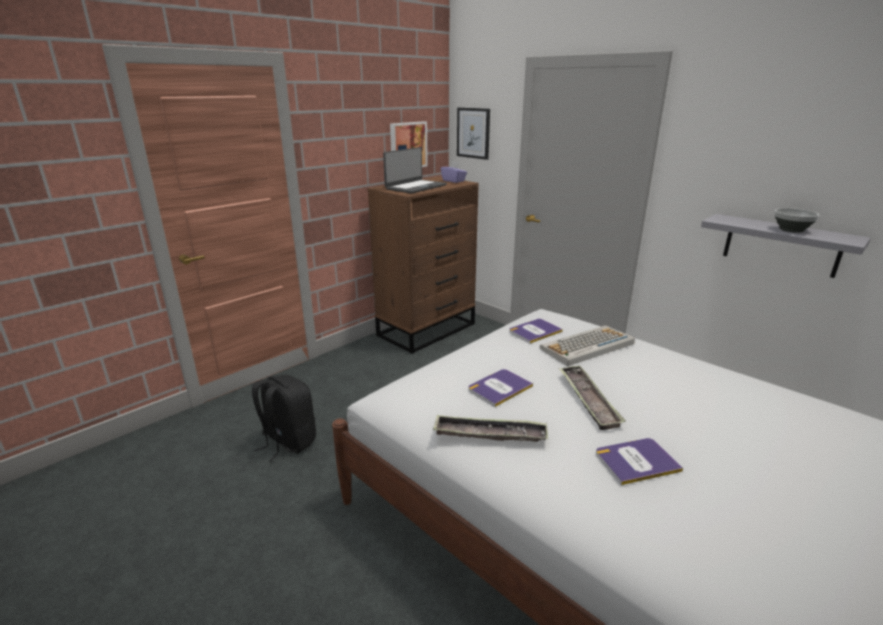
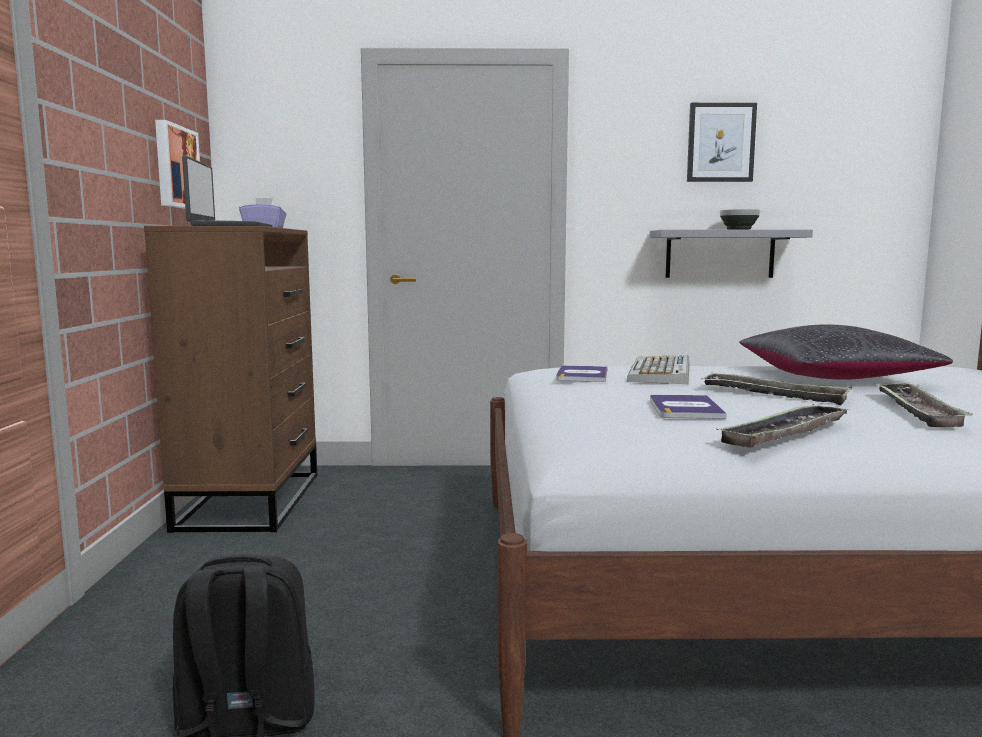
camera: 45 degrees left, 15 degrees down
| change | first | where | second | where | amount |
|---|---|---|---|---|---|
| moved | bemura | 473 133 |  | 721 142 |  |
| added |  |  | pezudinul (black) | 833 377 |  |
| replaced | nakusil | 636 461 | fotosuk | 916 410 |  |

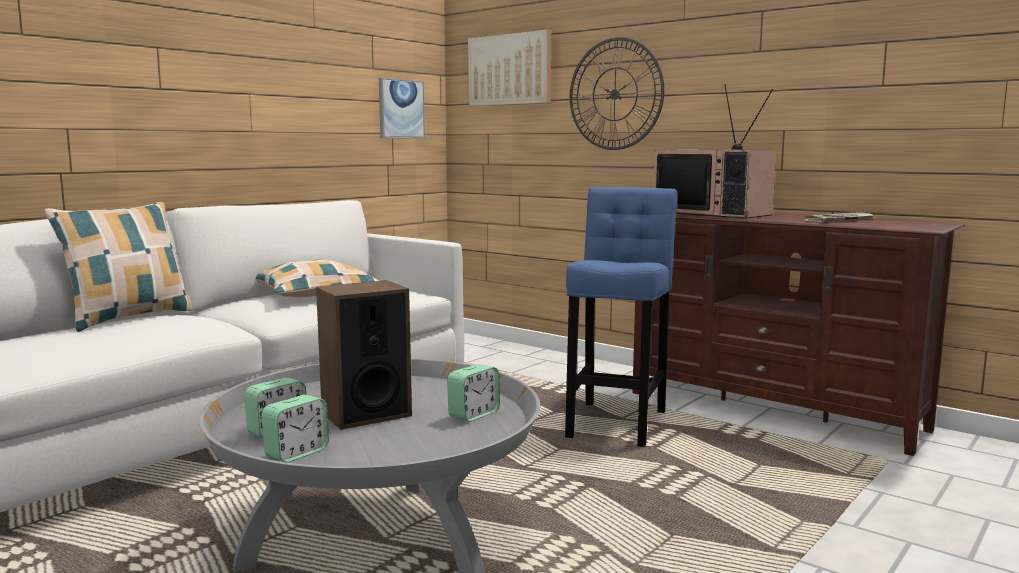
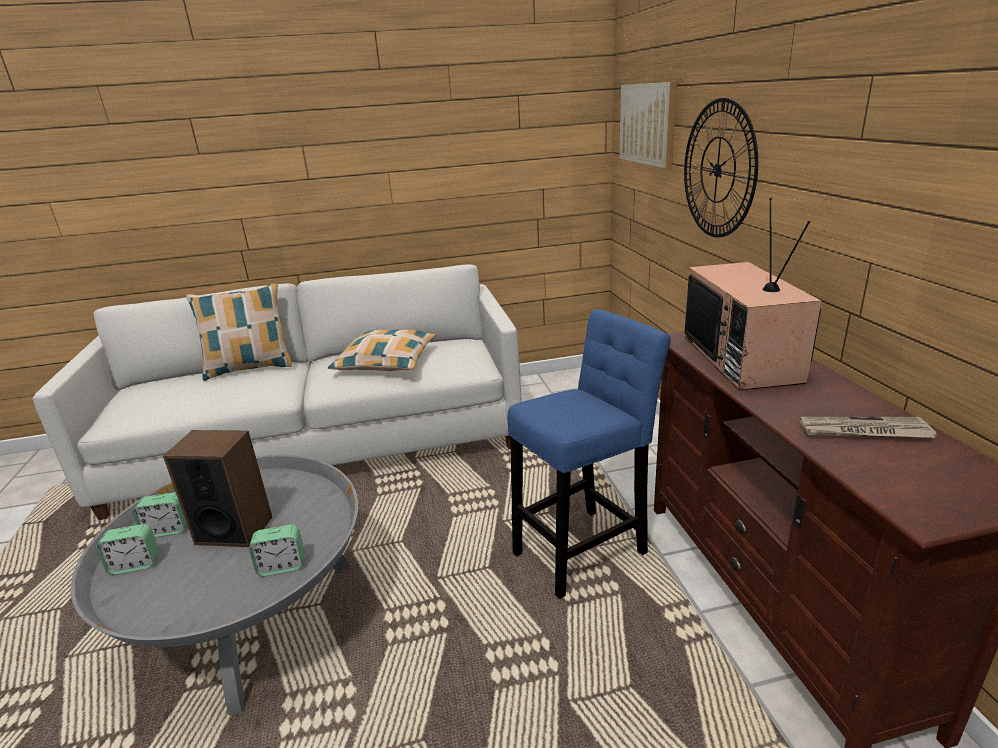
camera: 40 degrees right, 15 degrees up
| change | first | where | second | where | amount |
|---|---|---|---|---|---|
| removed | bemura | 401 109 |  |  |  |

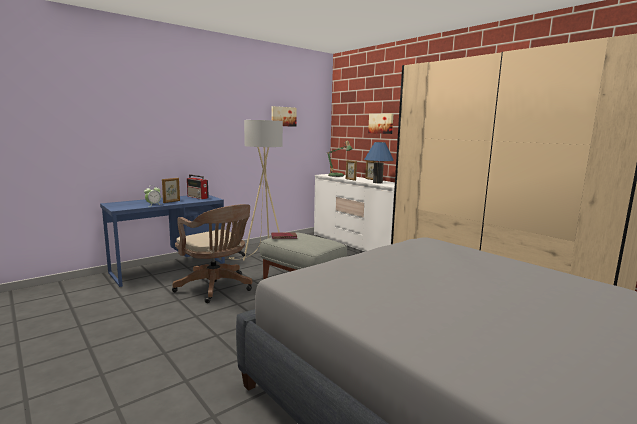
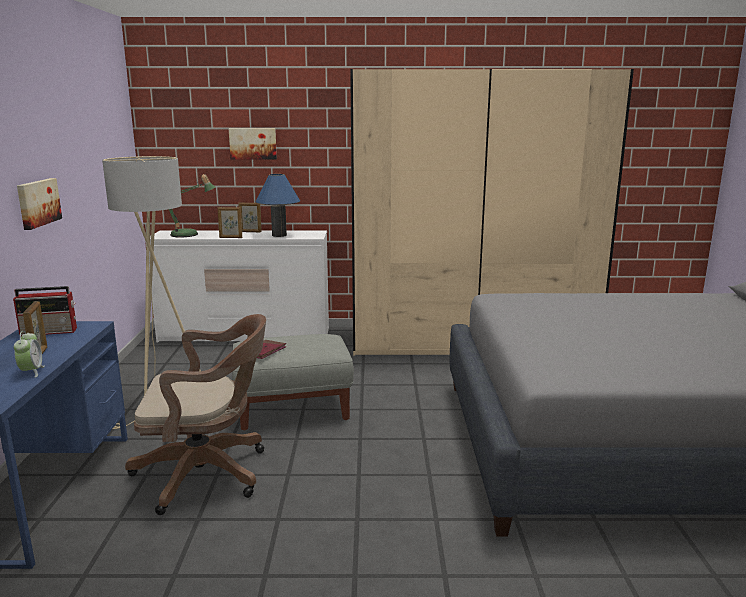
camera: 50 degrees left, 5 degrees up
| change | first | where | second | where | amount |
|---|---|---|---|---|---|
| moved | bemura | 283 116 |  | 37 203 |  |

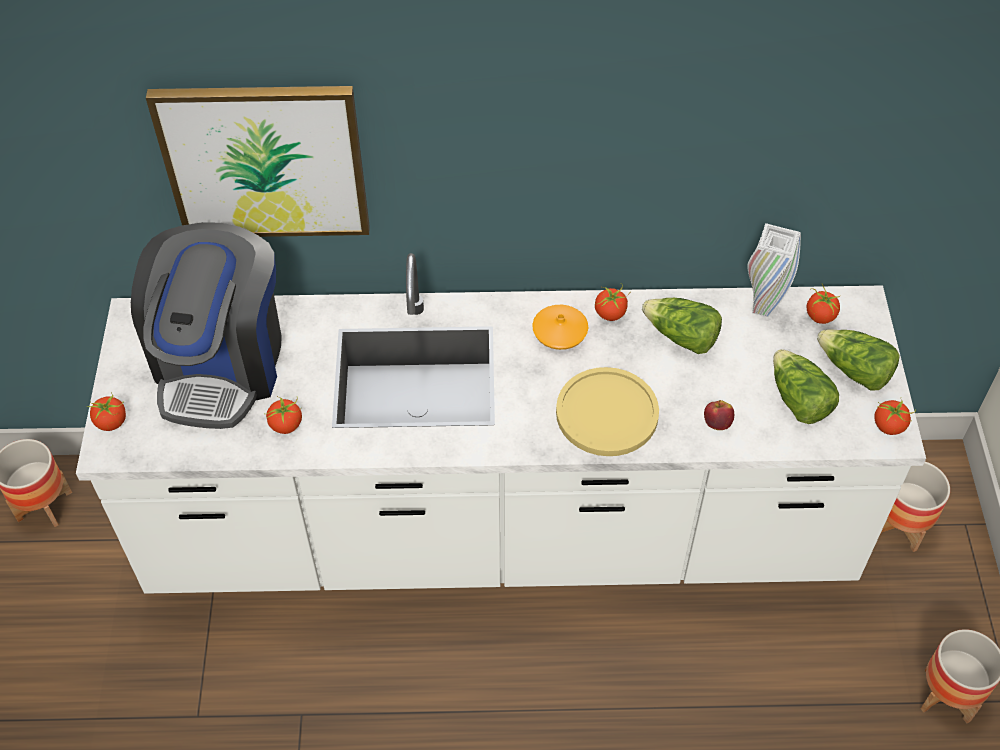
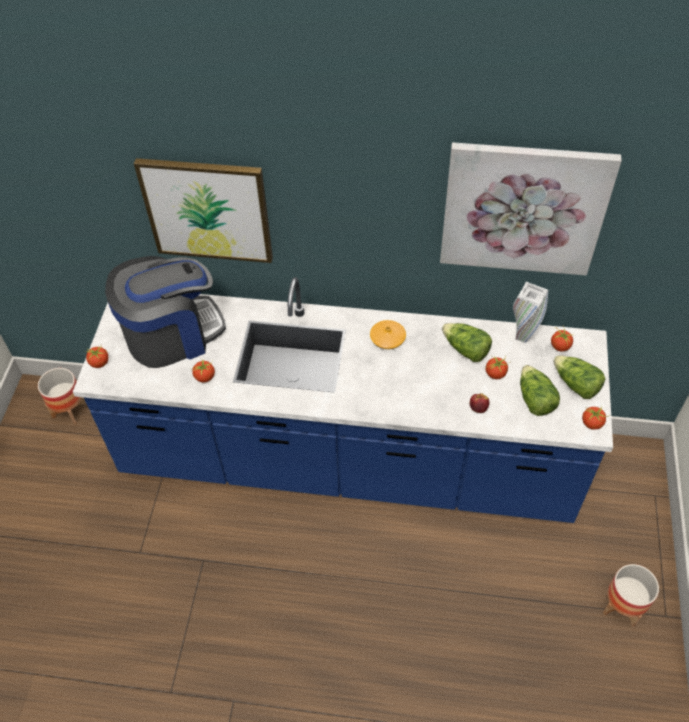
camera: 10 degrees right, 0 degrees up
| change | first | where | second | where | amount |
|---|---|---|---|---|---|
| recoloured | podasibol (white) | 500 532 | podasibol (blue) | 347 462 |  |
| turned | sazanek | 221 364 |  | 172 334 | 135 degrees counterclockwise |
| added |  |  | bemura | 523 208 |  |
| moved | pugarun | 610 313 |  | 495 374 |  |
| removed | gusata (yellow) | 607 413 |  |  |  |
| removed | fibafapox | 900 527 |  |  |  |

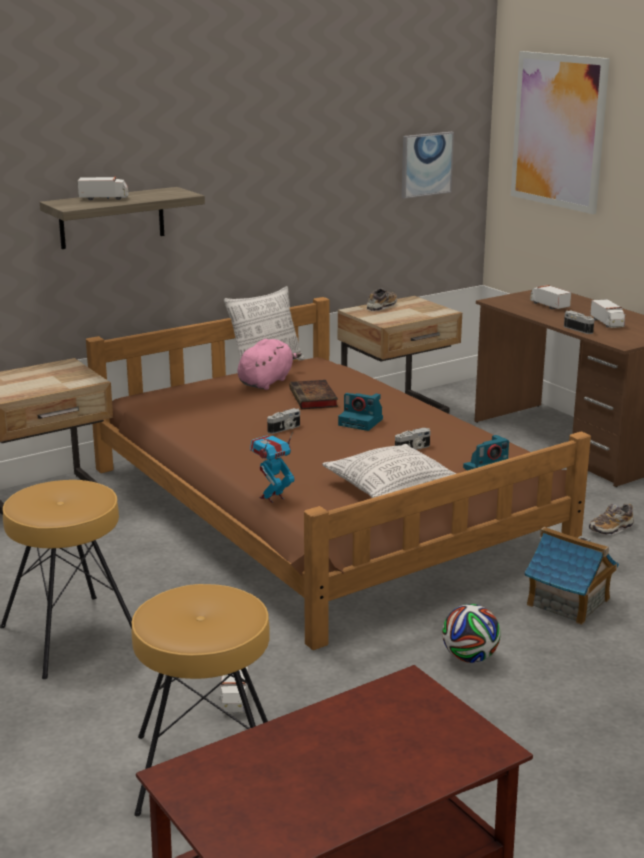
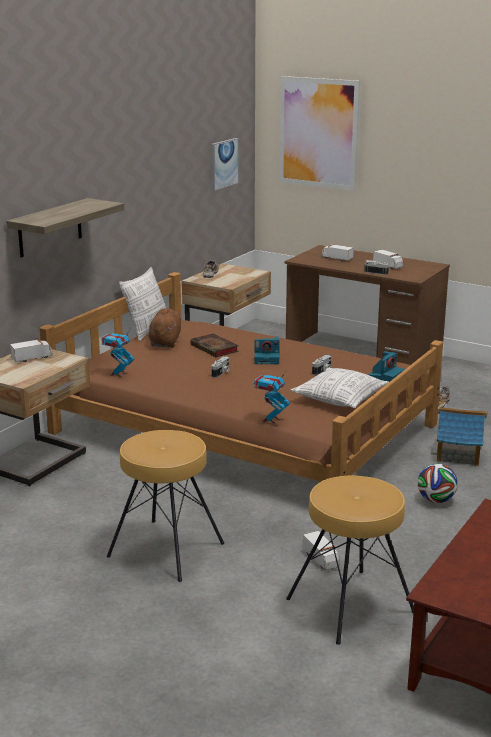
camera: 25 degrees left, 0 degrees up
| change | first | where | second | where | amount |
|---|---|---|---|---|---|
| moved | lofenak | 104 199 |  | 32 358 |  |
| added |  |  | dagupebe | 118 374 |  |
| recoloured | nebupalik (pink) | 266 382 | nebupalik (brown) | 165 342 |  |

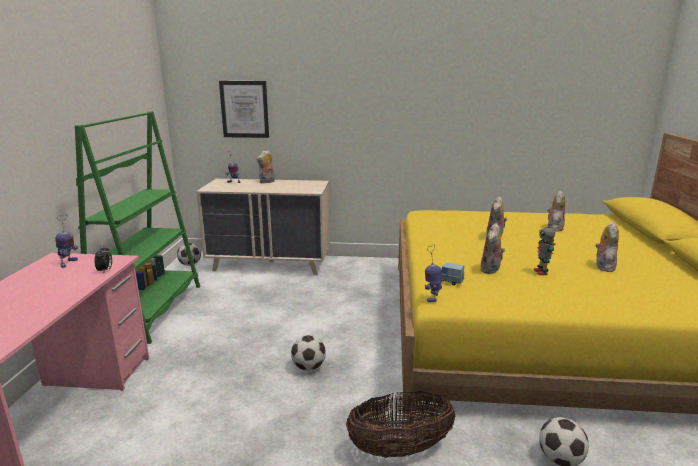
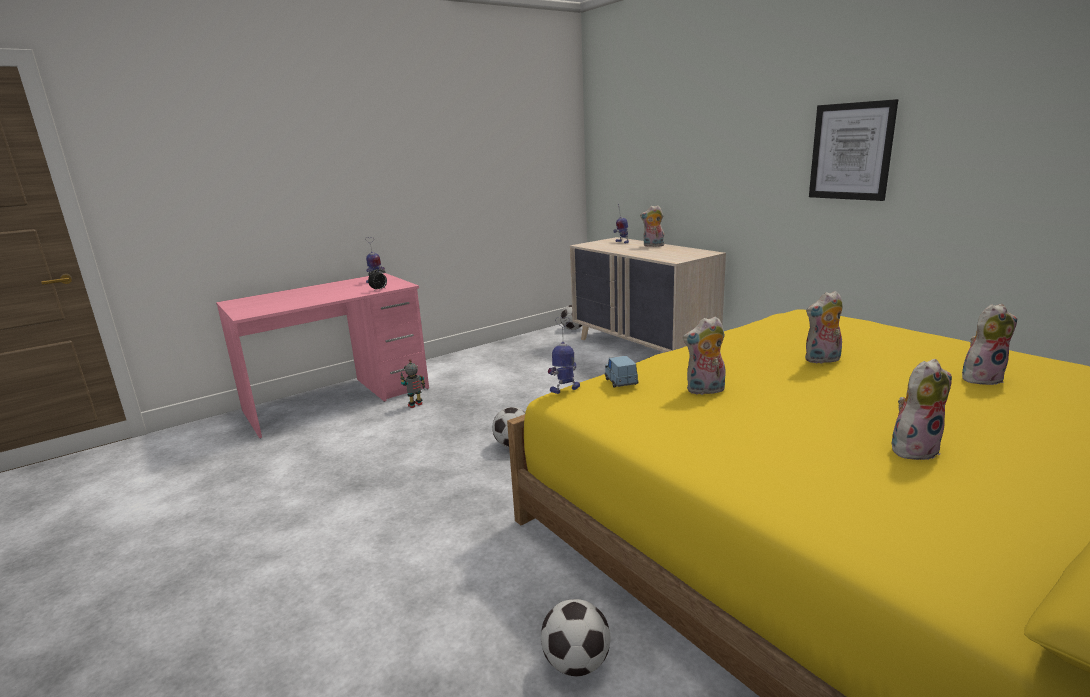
camera: 50 degrees right, 0 degrees up
| change | first | where | second | where | amount |
|---|---|---|---|---|---|
| moved | dagupebe | 541 272 |  | 415 405 |  |
| moved | bemura | 244 109 |  | 851 151 |  |
| removed | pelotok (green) | 149 311 |  |  |  |
| removed | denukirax | 399 449 |  |  |  |

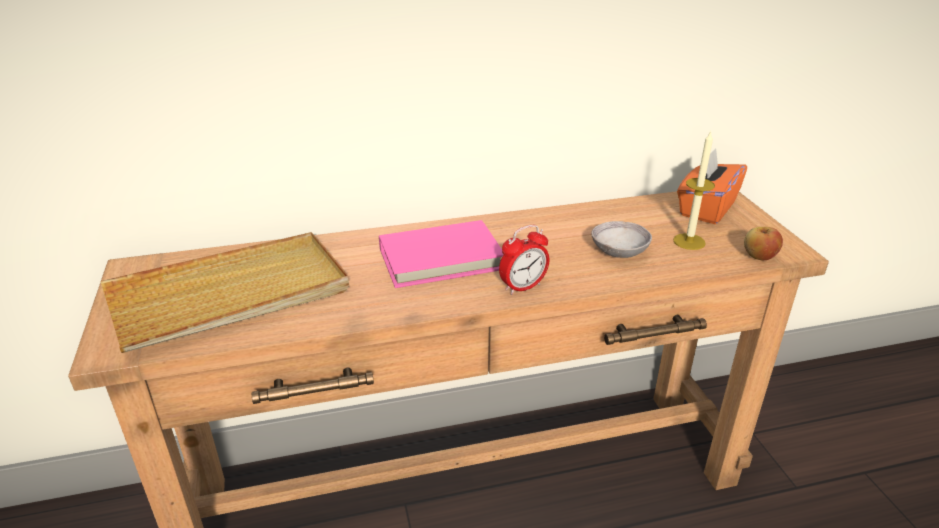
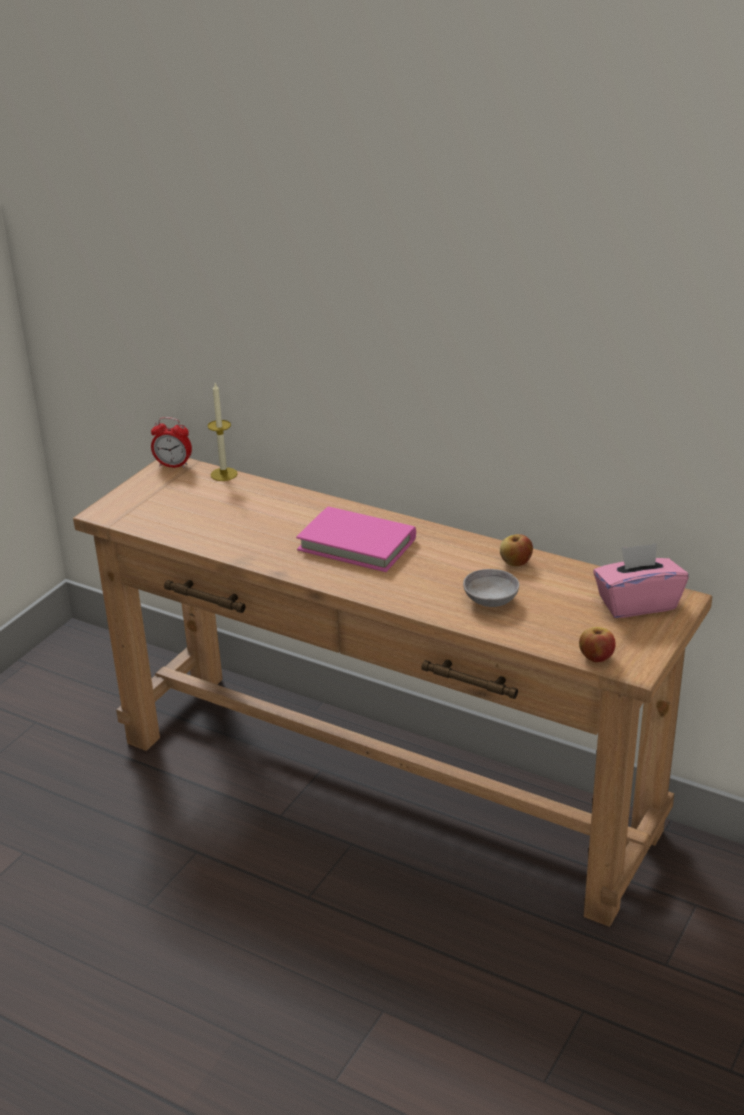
camera: 45 degrees right, 0 degrees up
| change | first | where | second | where | amount |
|---|---|---|---|---|---|
| moved | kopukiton | 523 287 |  | 173 465 |  |
| moved | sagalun | 689 241 |  | 224 474 |  |
| added |  |  | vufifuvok | 515 562 |  |
| recoloured | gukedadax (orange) | 706 209 | gukedadax (pink) | 637 603 |  |
| removed | fotosuk (beige) | 231 296 |  |  |  |

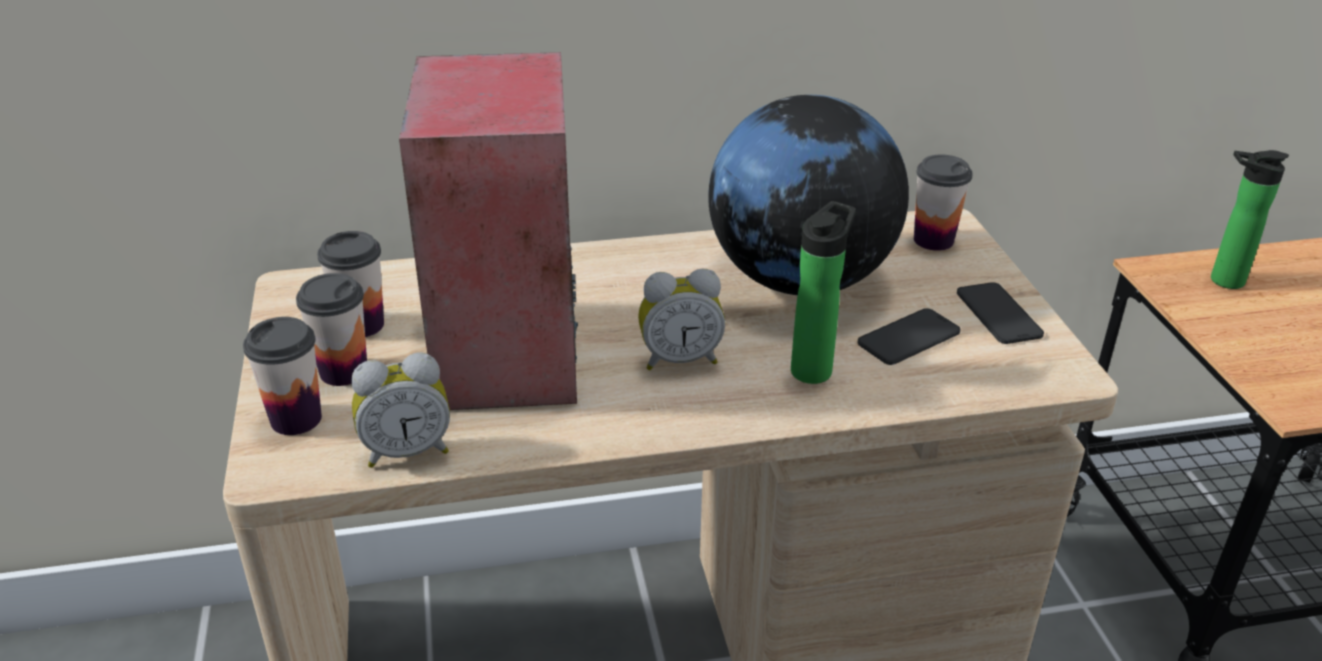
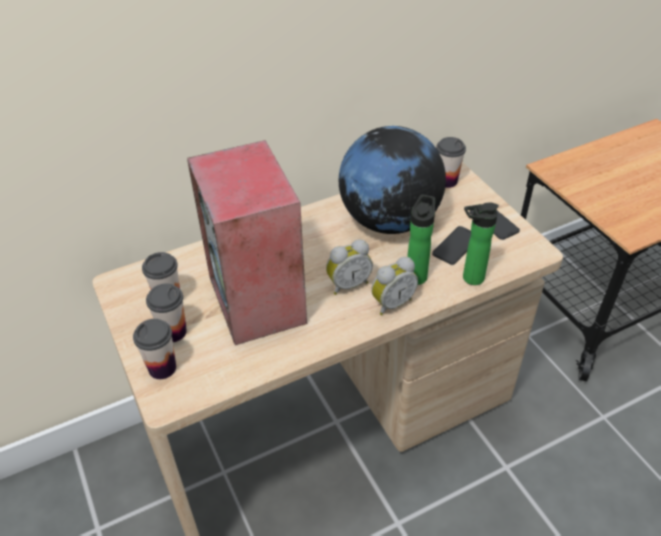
camera: 15 degrees left, 10 degrees up
| change | first | where | second | where | amount |
|---|---|---|---|---|---|
| moved | kopukiton | 407 451 |  | 391 303 |  |
| moved | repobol | 1221 280 |  | 470 278 |  |

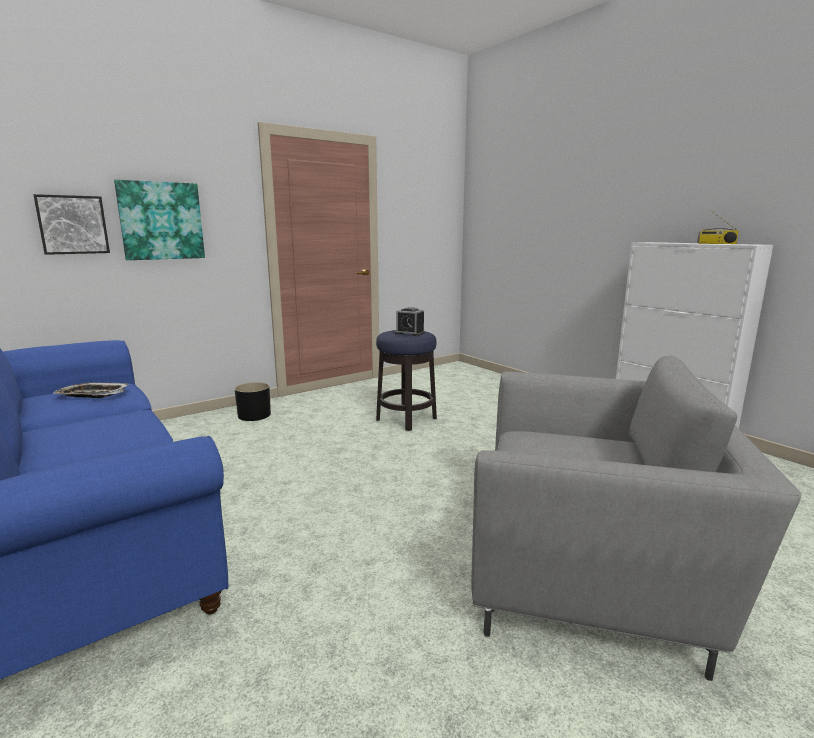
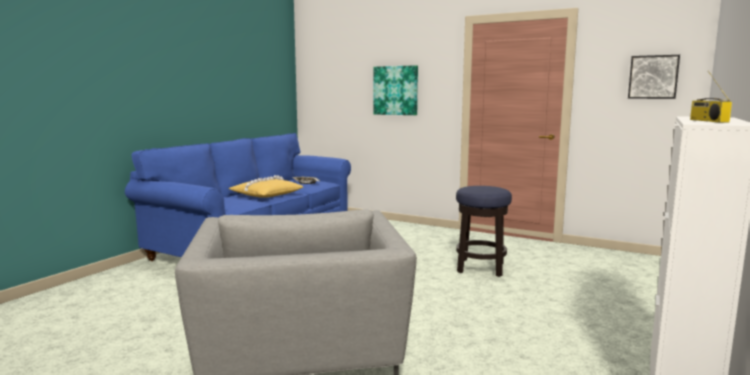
camera: 65 degrees right, 5 degrees down
| change | first | where | second | where | amount |
|---|---|---|---|---|---|
| added |  |  | pezudinul (yellow) | 266 194 |  |
| moved | bemura | 73 225 |  | 653 77 |  |
| removed | fibafapox (black) | 254 415 |  |  |  |
| removed | kopukiton | 409 333 |  |  |  |

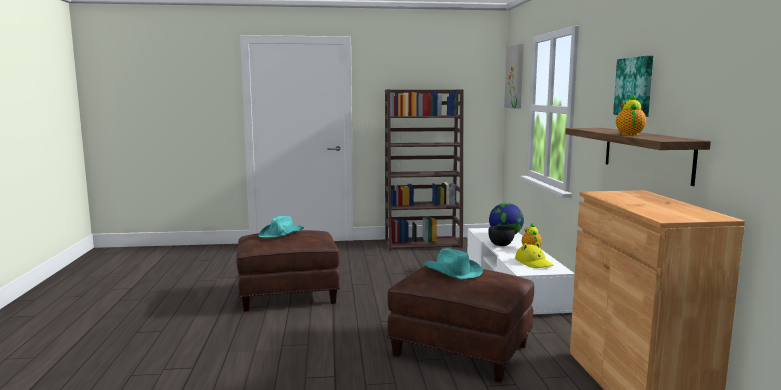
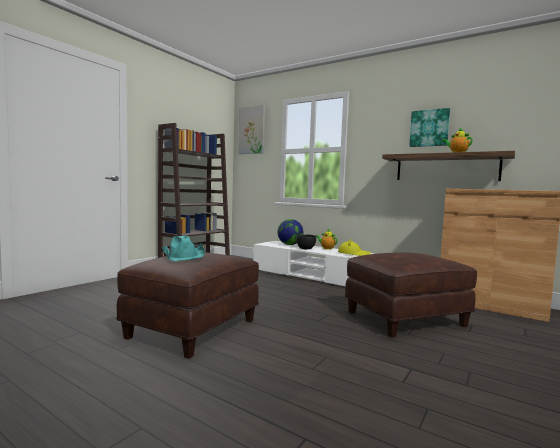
camera: 50 degrees left, 5 degrees down
| change | first | where | second | where | amount |
|---|---|---|---|---|---|
| removed | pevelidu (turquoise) | 452 271 |  |  |  |

